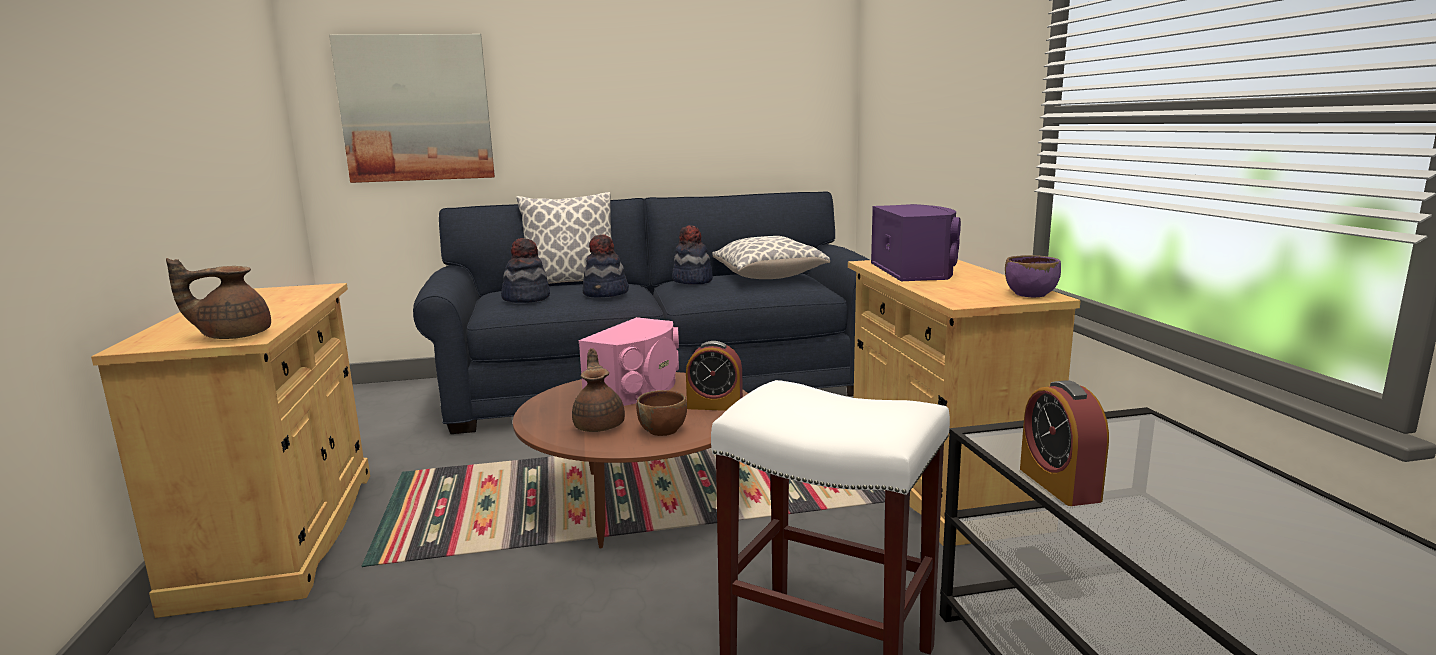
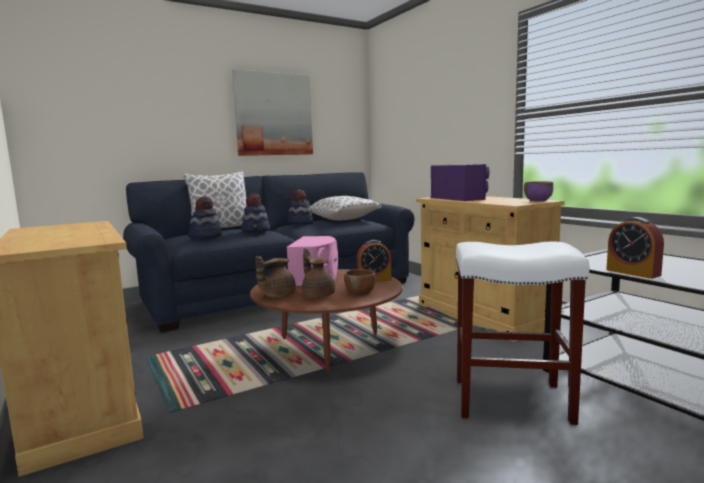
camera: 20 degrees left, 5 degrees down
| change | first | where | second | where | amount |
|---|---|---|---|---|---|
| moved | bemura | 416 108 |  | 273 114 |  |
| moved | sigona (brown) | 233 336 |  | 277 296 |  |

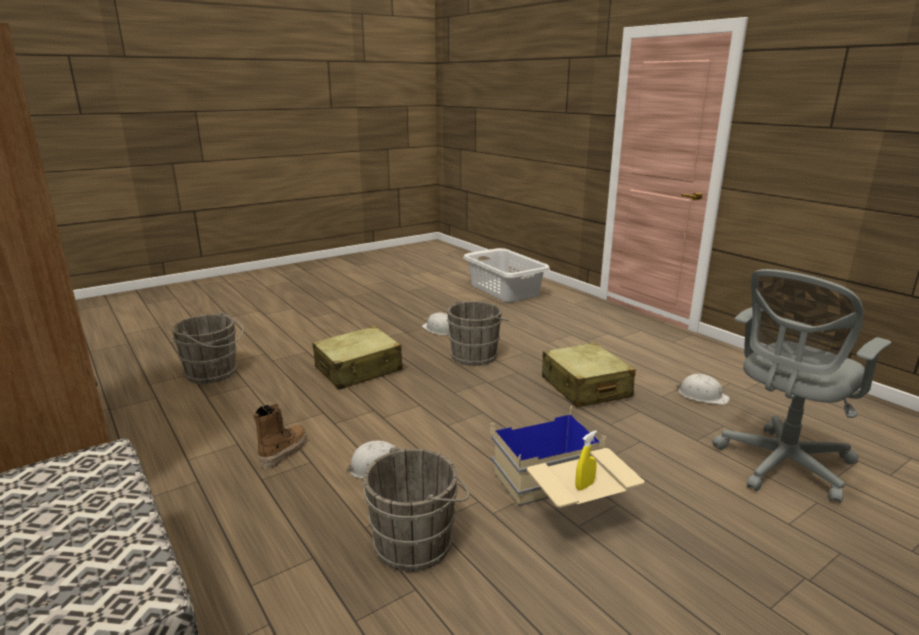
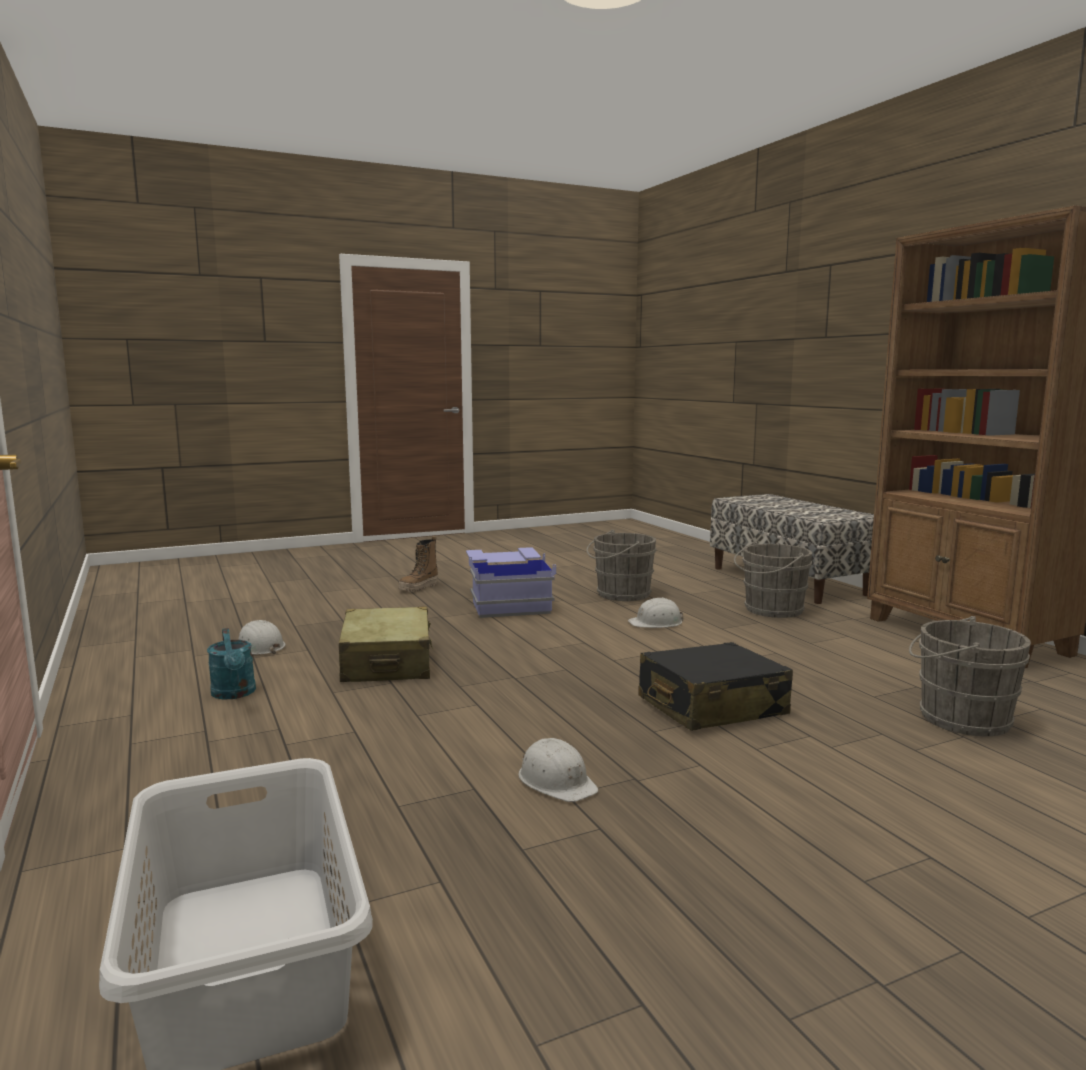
camera: 170 degrees left, 10 degrees down
| change | first | where | second | where | amount |
|---|---|---|---|---|---|
| added |  |  | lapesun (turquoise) | 234 694 |  |
| moved | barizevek | 283 452 |  | 419 588 |  |
| recoloured | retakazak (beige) | 560 500 | retakazak (blue) | 507 601 |  |
| recoloured | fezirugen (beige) | 359 369 | fezirugen (black) | 711 707 |  |
| moved | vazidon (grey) | 476 355 |  | 771 610 |  |
| removed | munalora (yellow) | 584 486 |  |  |  |
| removed | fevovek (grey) | 780 466 |  |  |  |

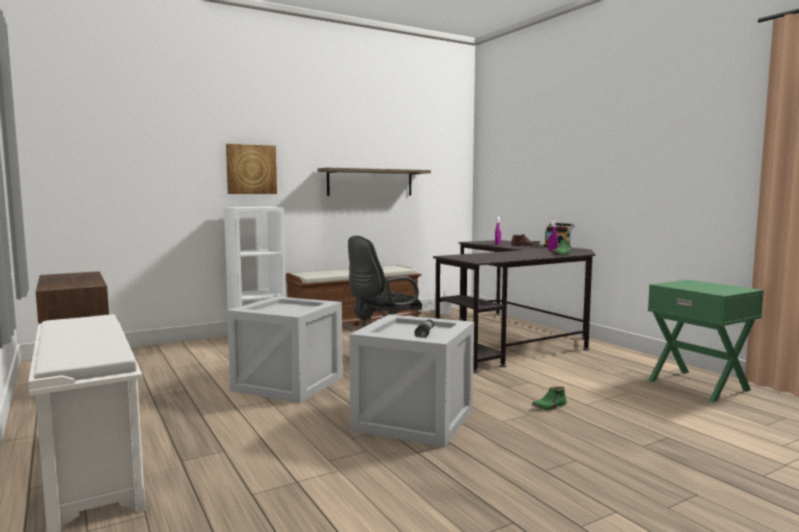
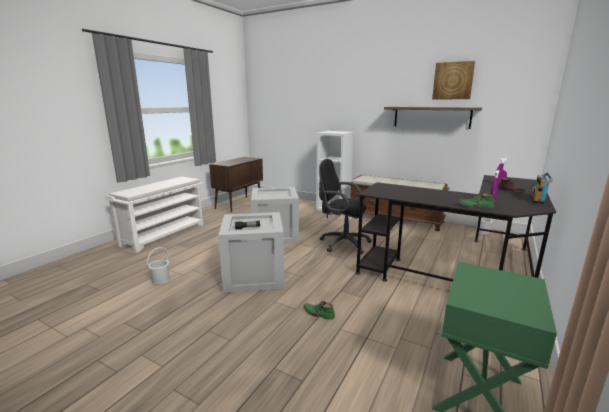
camera: 60 degrees right, 10 degrees up
| change | first | where | second | where | amount |
|---|---|---|---|---|---|
| added |  |  | vazidon (white) | 160 279 |  |
| moved | bemura | 251 169 |  | 453 81 |  |

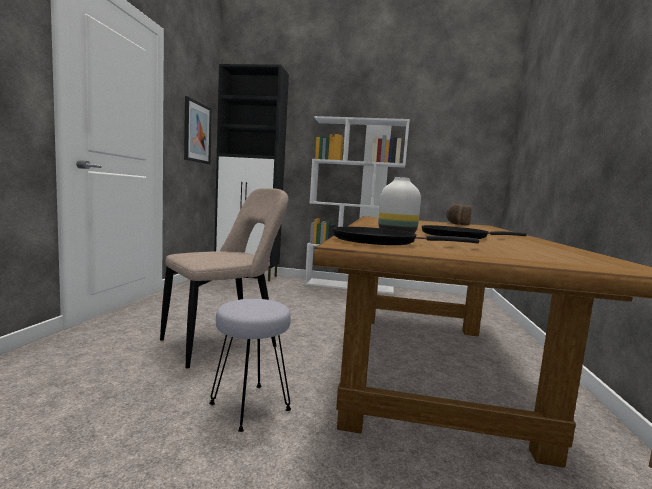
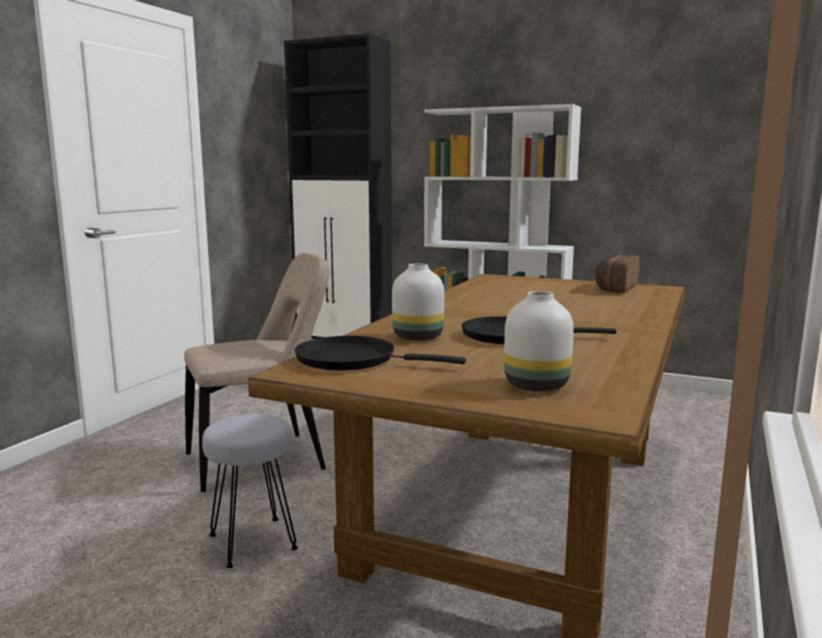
camera: 15 degrees right, 5 degrees up
| change | first | where | second | where | amount |
|---|---|---|---|---|---|
| added |  |  | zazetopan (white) | 534 385 |  |
| removed | bemura | 197 132 |  |  |  |

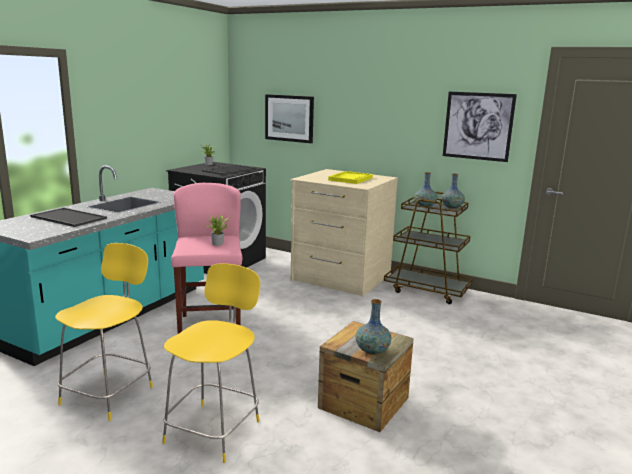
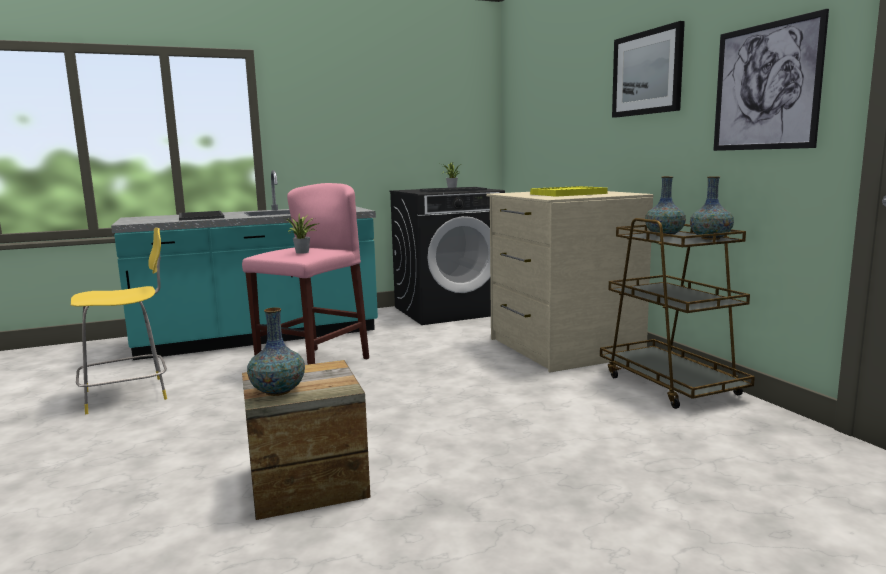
camera: 40 degrees right, 5 degrees down
| change | first | where | second | where | amount |
|---|---|---|---|---|---|
| moved | bemura | 289 118 |  | 647 73 |  |
| removed | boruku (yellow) | 214 429 |  |  |  |

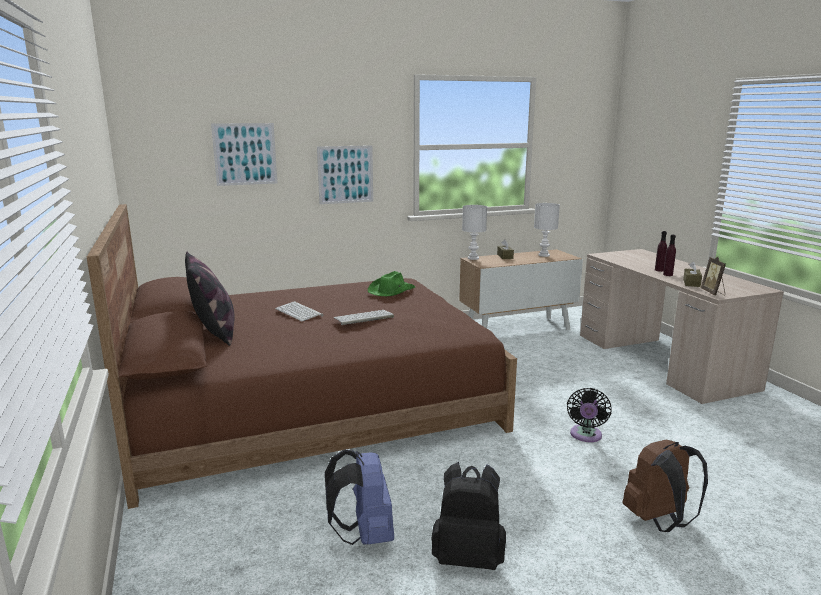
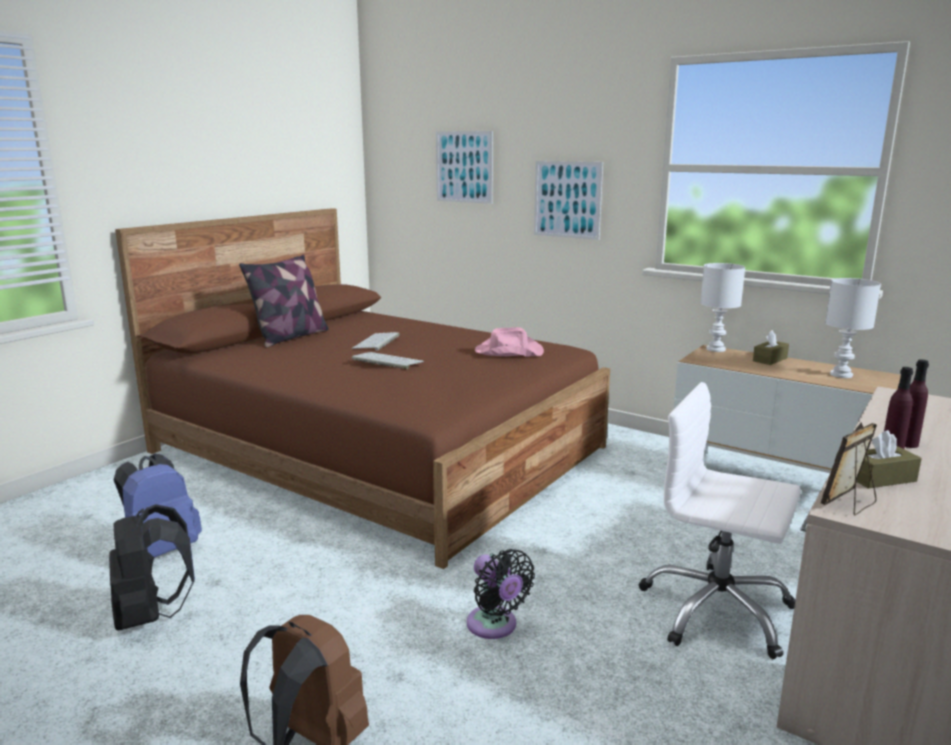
camera: 55 degrees right, 0 degrees up
| change | first | where | second | where | amount |
|---|---|---|---|---|---|
| turned | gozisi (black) | 585 436 |  | 494 626 | 105 degrees counterclockwise |
| recoloured | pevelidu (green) | 391 290 | pevelidu (pink) | 508 351 |  |
| added |  |  | fevovek (white) | 716 611 |  |

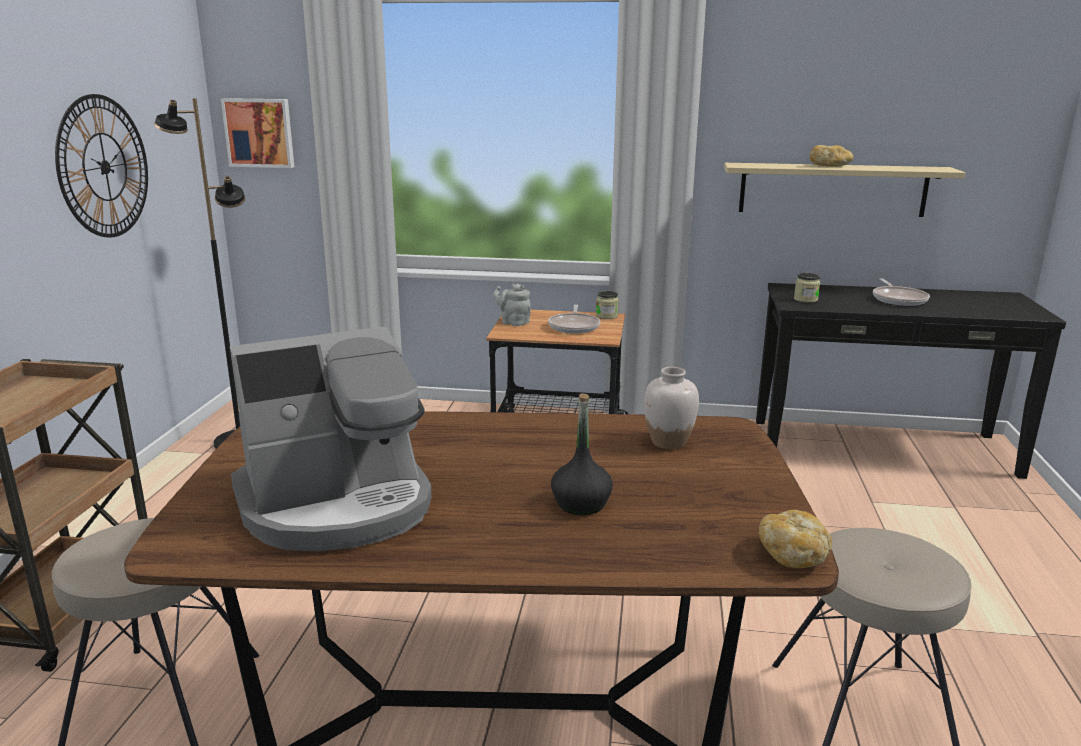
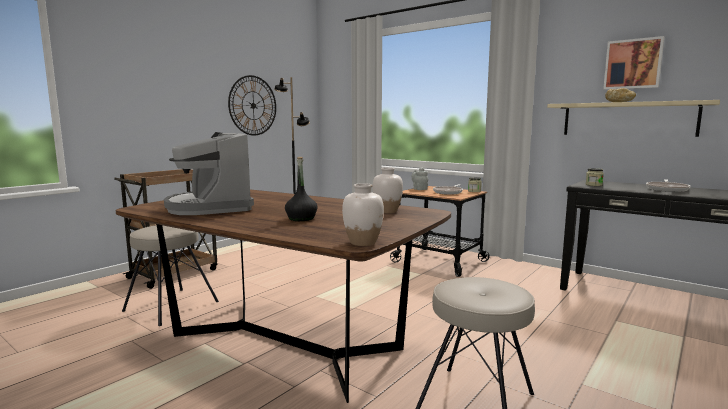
camera: 30 degrees right, 10 degrees down
| change | first | where | second | where | amount |
|---|---|---|---|---|---|
| turned | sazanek | 338 505 |  | 210 207 | 60 degrees clockwise |
| replaced | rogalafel | 793 554 | zazetopan (white) | 362 242 |  |
| moved | bemura | 259 133 |  | 633 64 |  |

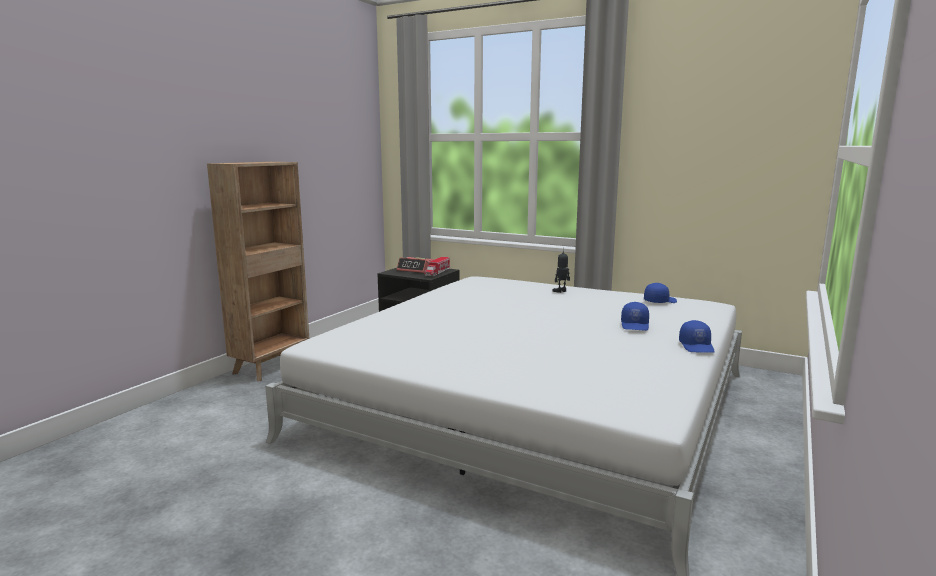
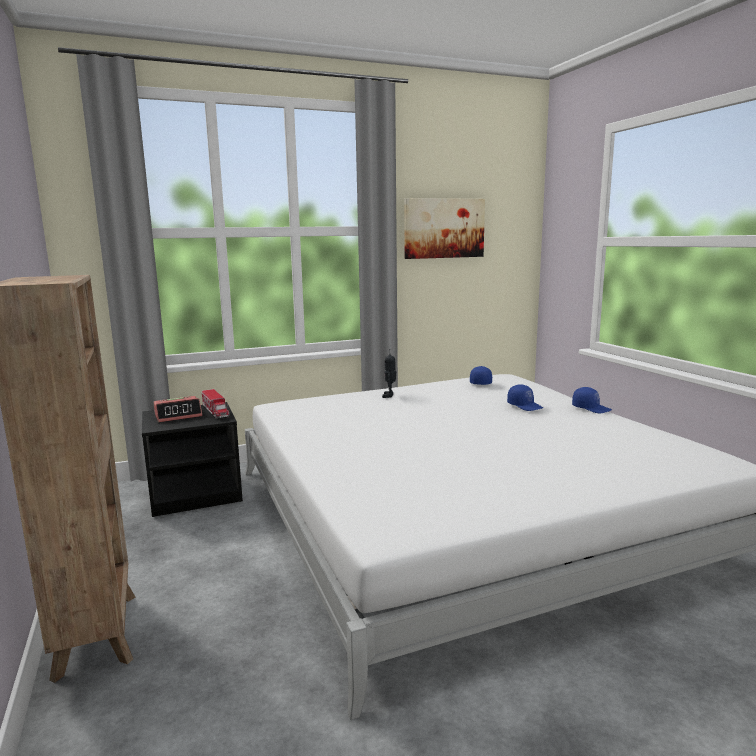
camera: 50 degrees left, 0 degrees up
| change | first | where | second | where | amount |
|---|---|---|---|---|---|
| added |  |  | bemura | 443 228 |  |

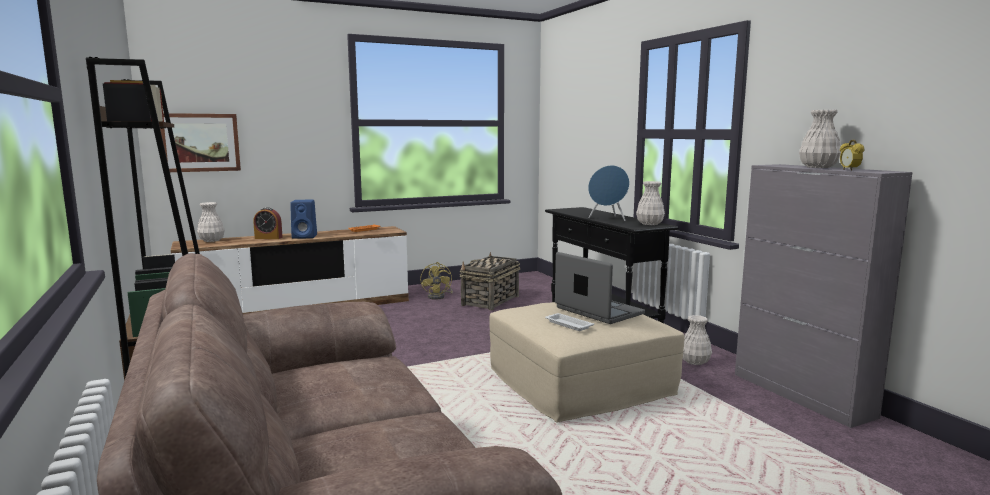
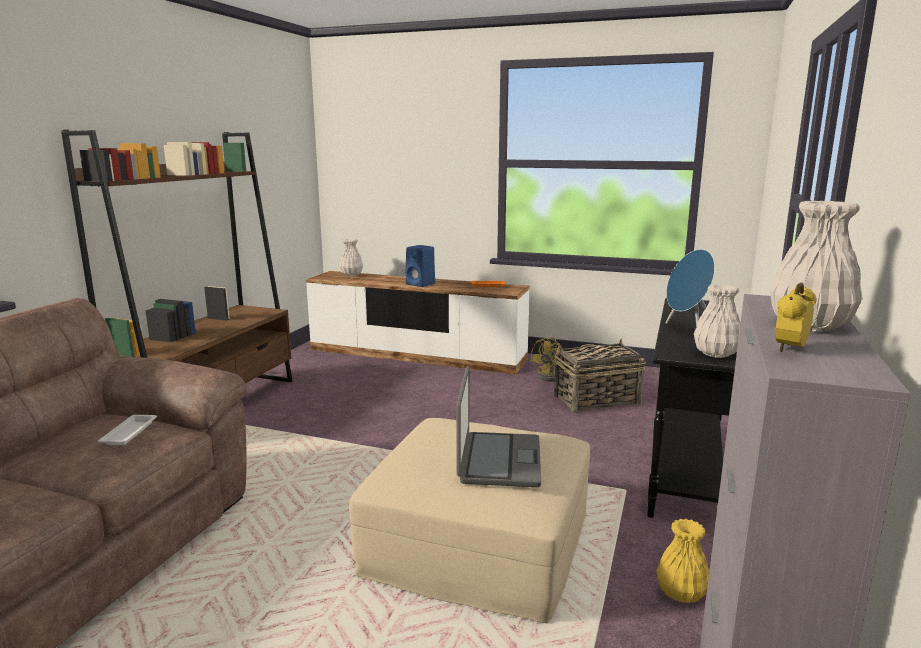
camera: 45 degrees right, 5 degrees up
| change | first | where | second | where | amount |
|---|---|---|---|---|---|
| moved | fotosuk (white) | 568 324 |  | 130 432 |  |
| recoloured | zazetopan (white) | 695 362 | zazetopan (yellow) | 681 593 |  |
| removed | bemura | 200 142 |  |  |  |
| removed | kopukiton | 268 238 |  |  |  |

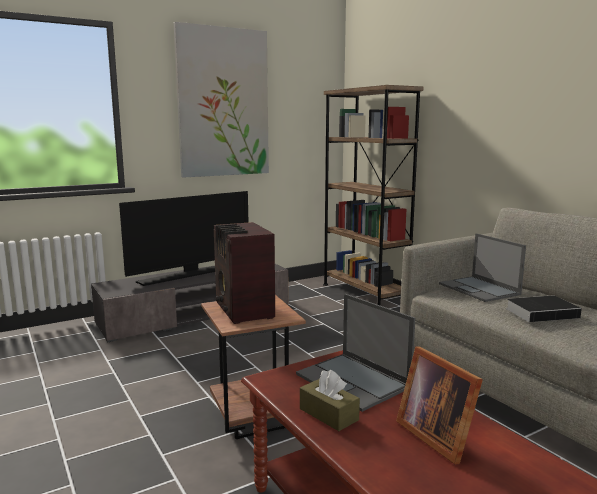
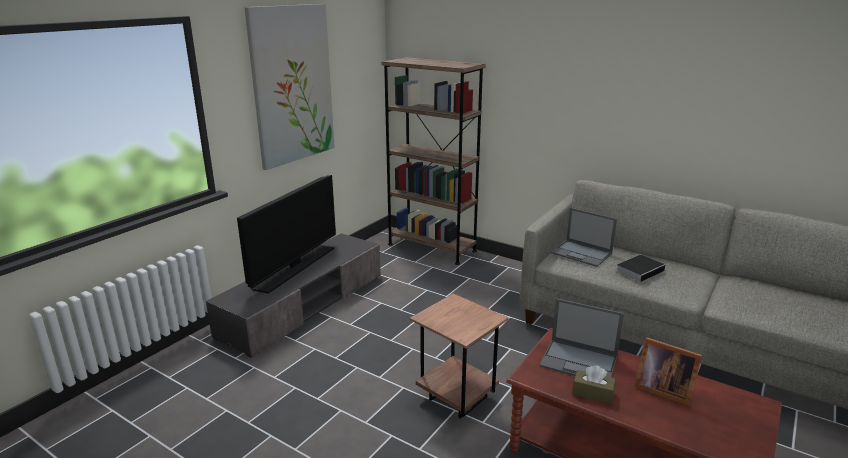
camera: 25 degrees left, 10 degrees up
| change | first | where | second | where | amount |
|---|---|---|---|---|---|
| removed | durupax | 243 311 |  |  |  |

